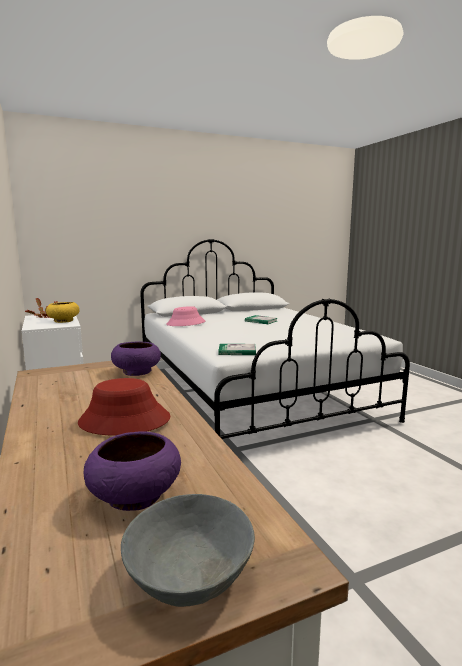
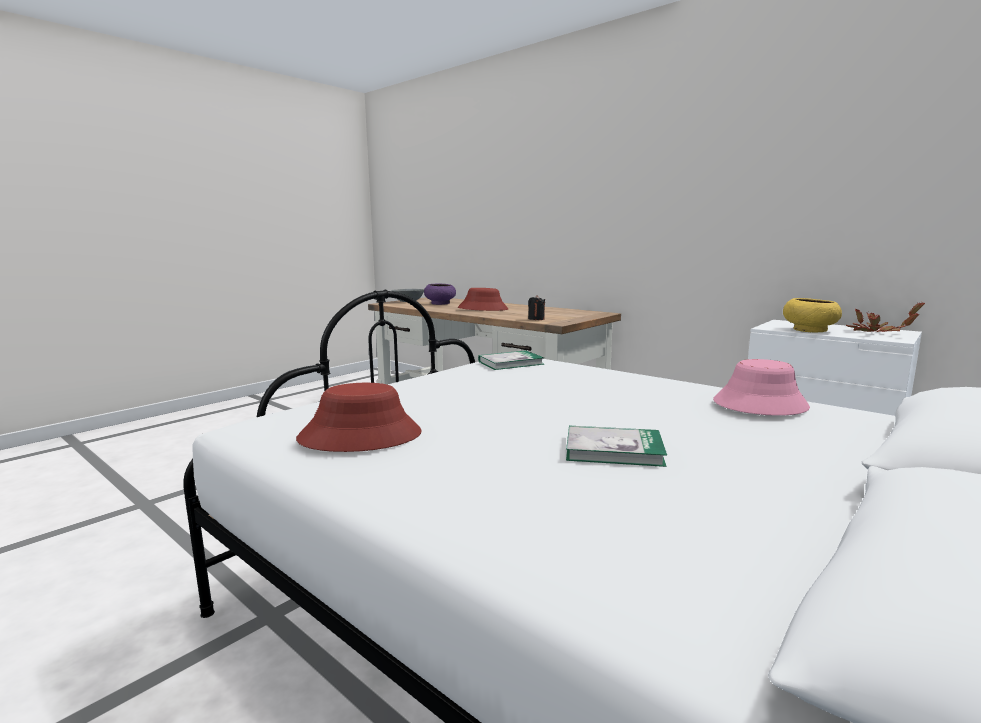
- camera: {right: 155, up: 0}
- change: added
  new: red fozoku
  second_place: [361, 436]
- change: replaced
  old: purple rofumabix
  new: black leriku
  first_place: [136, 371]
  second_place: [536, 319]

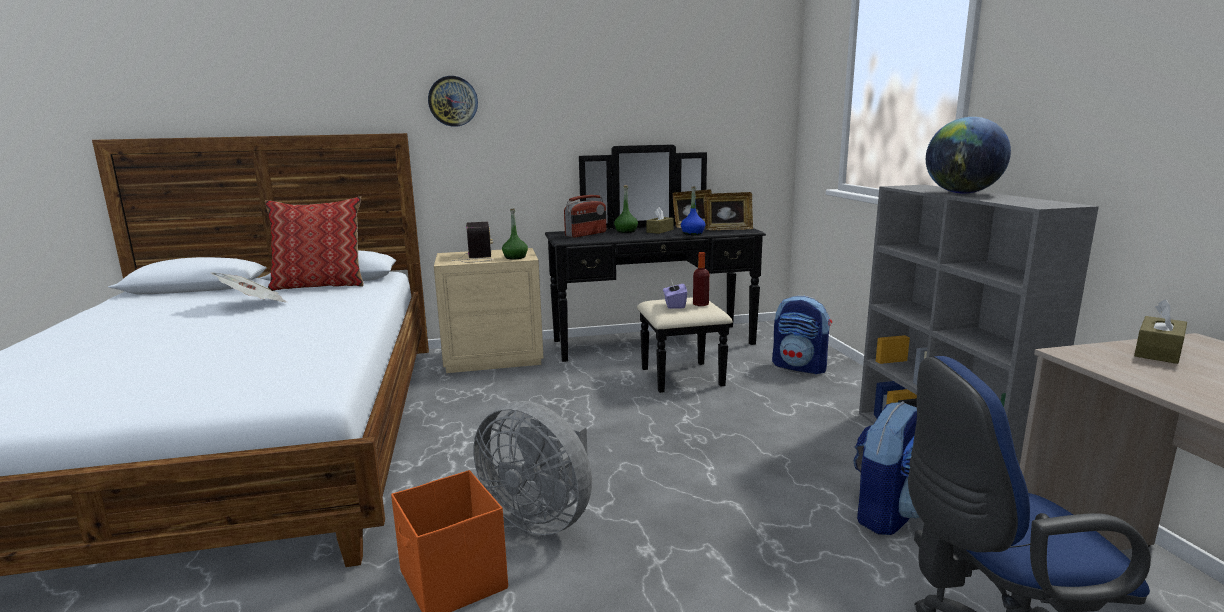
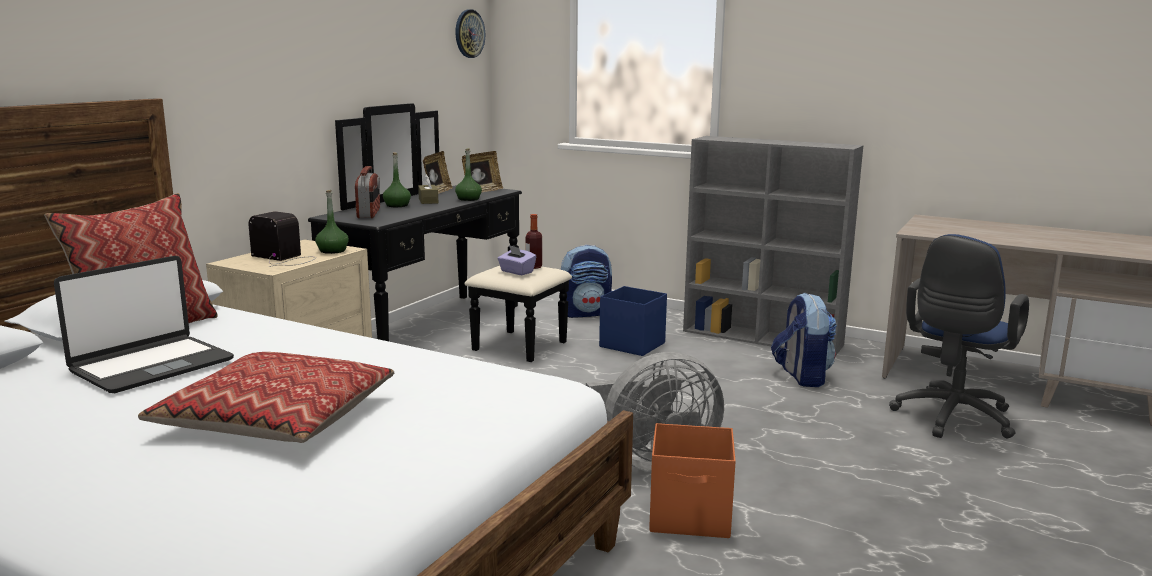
- camera: {right: -50, up: 0}
- change: replaced
  old: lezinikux
  new: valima
  first_place: [254, 304]
  second_place: [151, 366]
- change: added
  new: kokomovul
  second_place: [277, 417]
- change: moved
  old: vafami
  first_place: [453, 101]
  second_place: [469, 33]
- change: recoloured
  old: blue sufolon
  new: green sufolon
  first_place: [692, 233]
  second_place: [468, 199]
- change: added
  new: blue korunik
  second_place: [631, 345]
- change: removed
  old: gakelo
  first_place: [962, 193]
- change: removed
  old: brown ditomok
  first_place: [1158, 351]

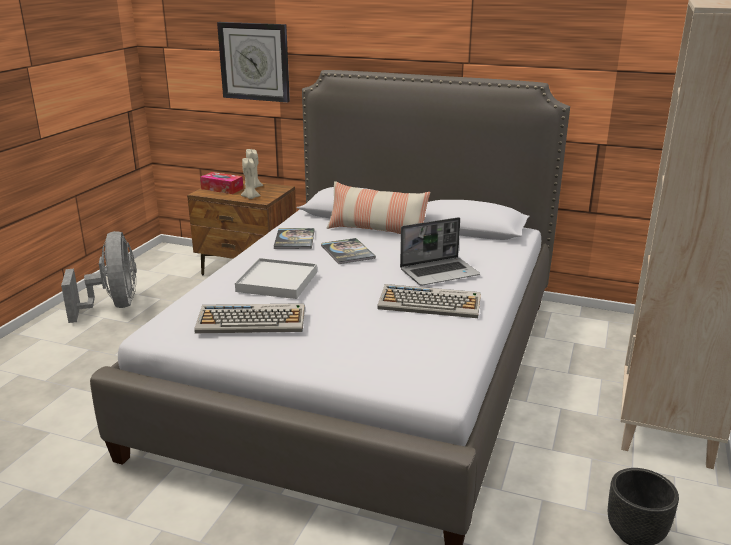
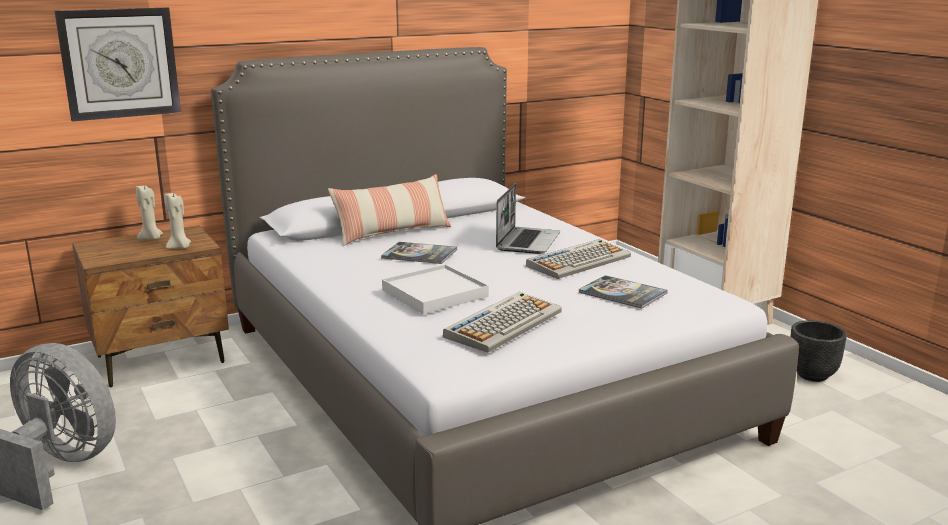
- camera: {right: -50, up: -5}
- change: moved
  old: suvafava
  first_place: [294, 239]
  second_place: [622, 293]
- change: removed
  old: ditomok
  first_place: [222, 188]

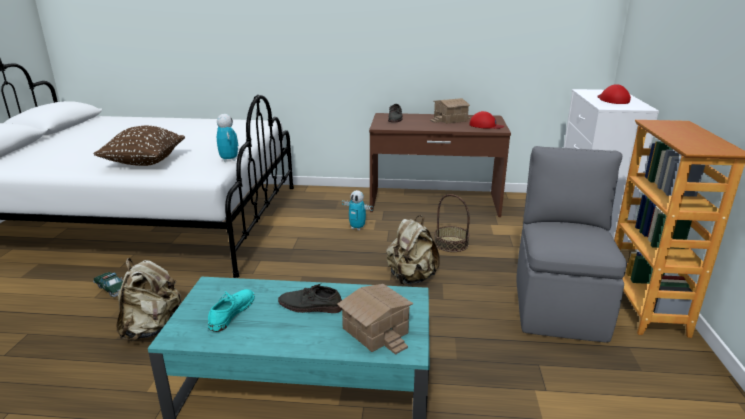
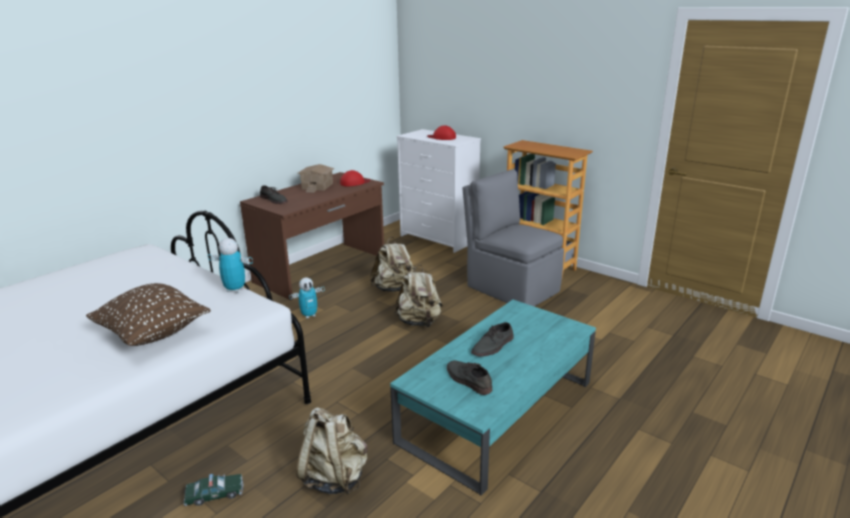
- camera: {right: -55, up: 0}
- change: replaced
  old: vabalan
  new: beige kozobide
  first_place: [451, 244]
  second_place: [394, 289]
- change: recoloured
  old: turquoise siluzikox
  new: grey siluzikox
  first_place: [231, 312]
  second_place: [468, 380]
- change: removed
  old: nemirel
  first_place: [374, 331]

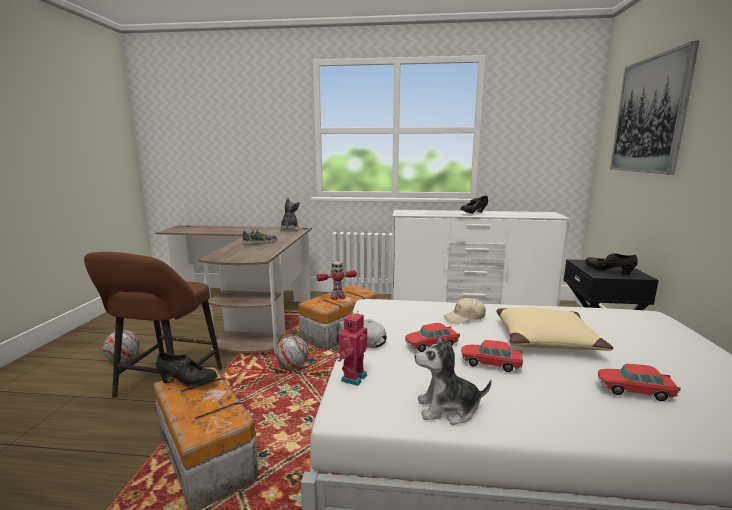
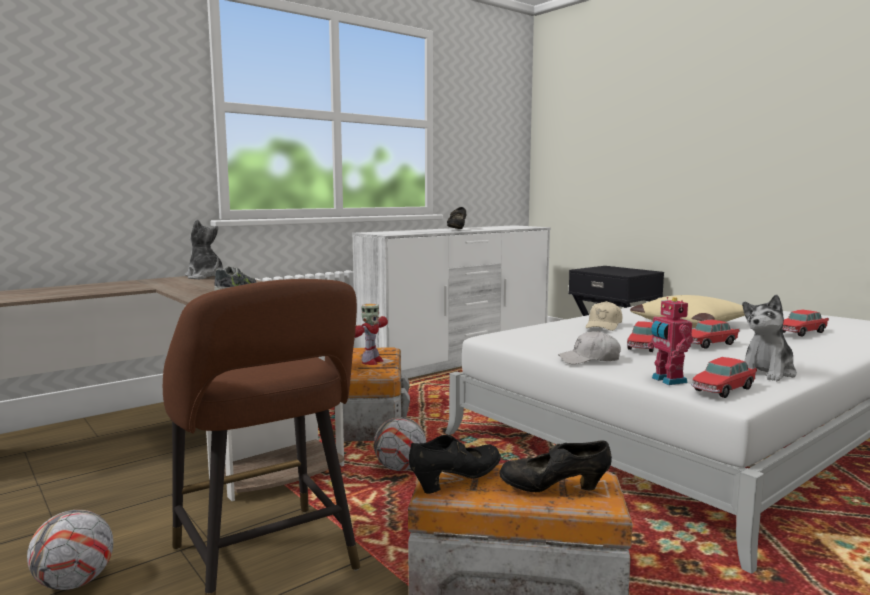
- camera: {right: -45, up: -5}
- change: moved
  old: black siluzikox
  first_place: [608, 272]
  second_place: [553, 489]
- change: added
  new: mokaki
  second_place: [723, 389]
- change: removed
  old: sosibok
  first_place: [650, 115]

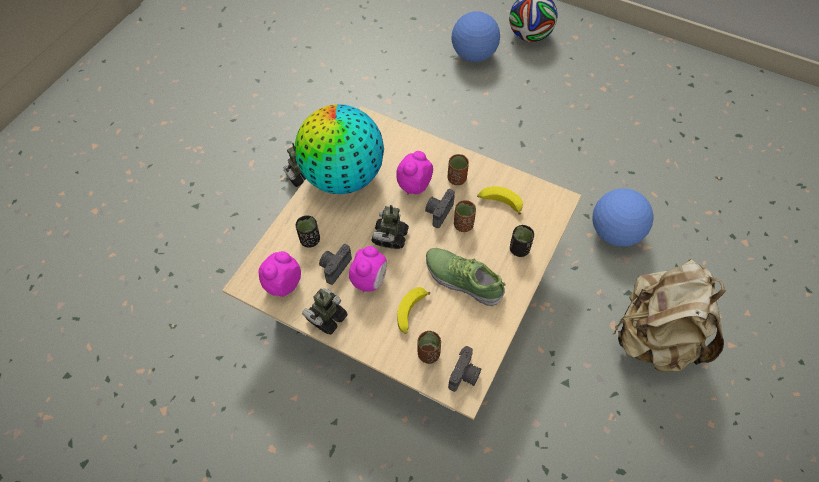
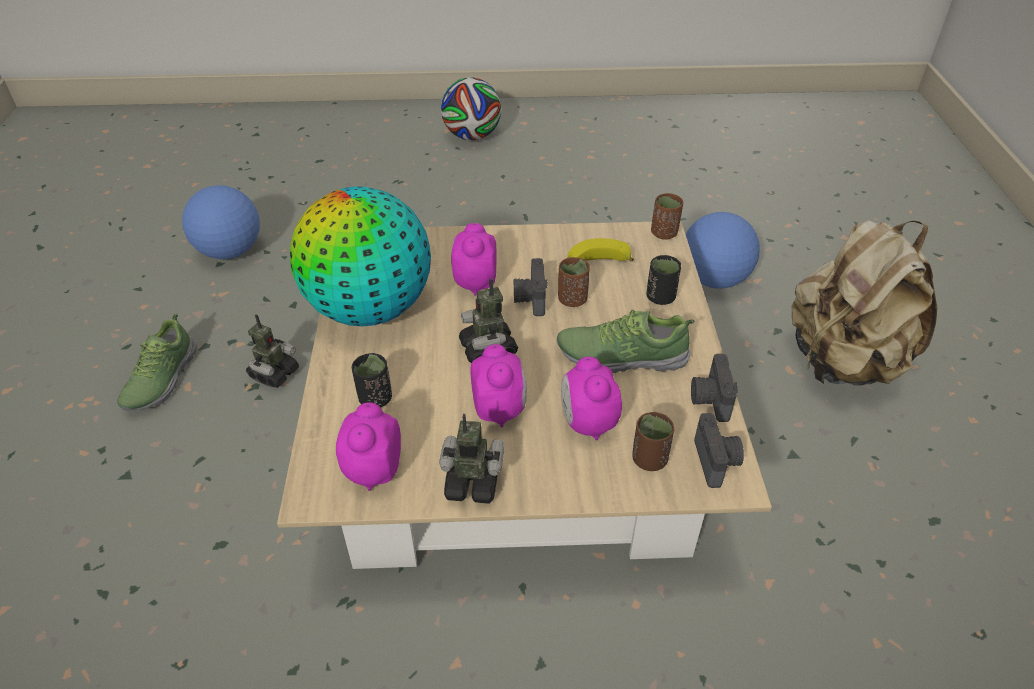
- camera: {right: -30, up: -15}
- change: added
  new: siluzikox
  second_place: [160, 379]
- change: moved
  old: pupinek
  first_place: [474, 55]
  second_place: [230, 251]
- change: turned
  old: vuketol
  first_place: [326, 317]
  second_place: [472, 482]
  degrees: 90
- change: replaced
  old: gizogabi
  new: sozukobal
  first_place: [411, 313]
  second_place: [587, 423]
- change: moved
  old: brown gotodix
  first_place: [457, 179]
  second_place: [664, 233]
- change: moved
  old: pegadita
  first_place: [334, 267]
  second_place: [709, 399]

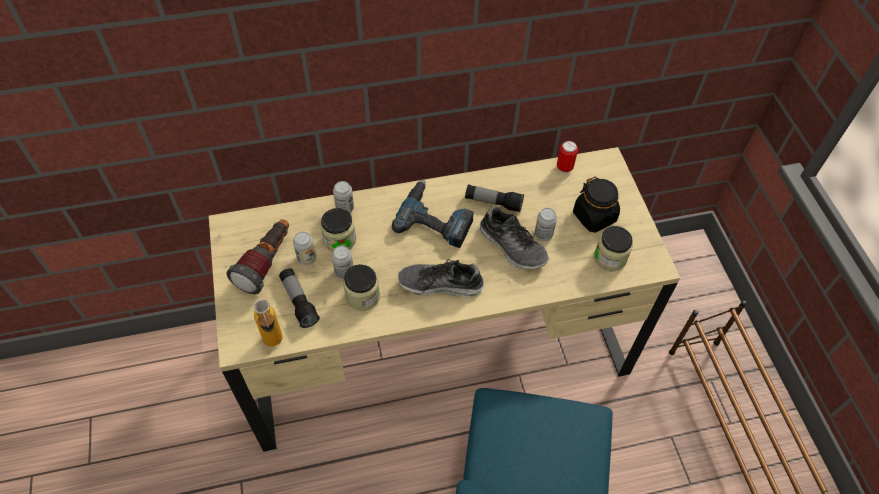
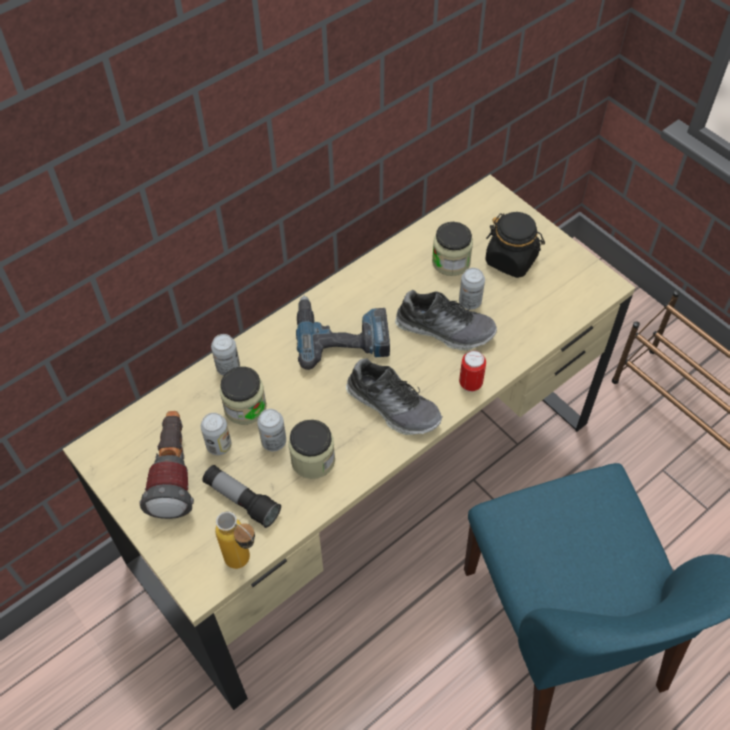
- camera: {right: -25, up: 0}
- change: turned
  old: siluzikox
  first_place: [440, 285]
  second_place: [393, 406]
  degrees: -120
- change: moved
  old: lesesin
  first_place: [610, 258]
  second_place: [451, 262]
- change: moved
  old: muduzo
  first_place: [564, 167]
  second_place: [470, 384]
- change: removed
  old: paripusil
  first_place: [493, 203]

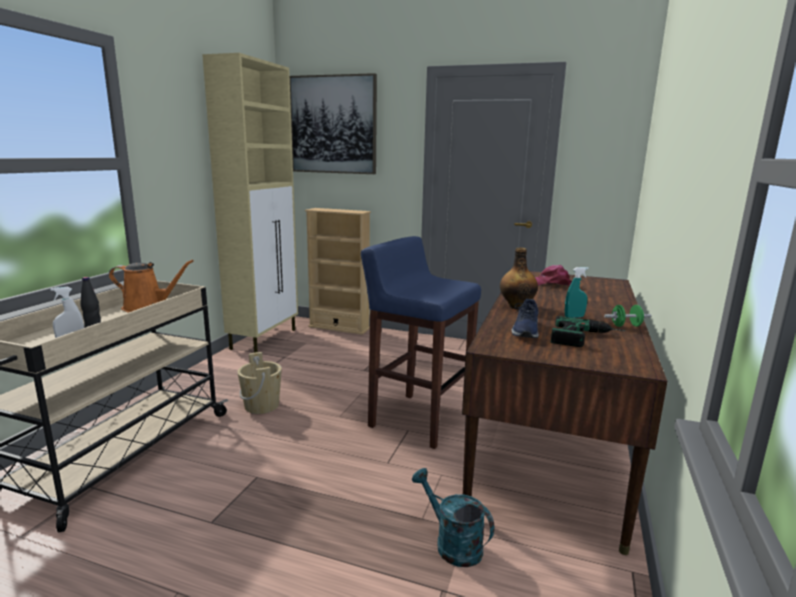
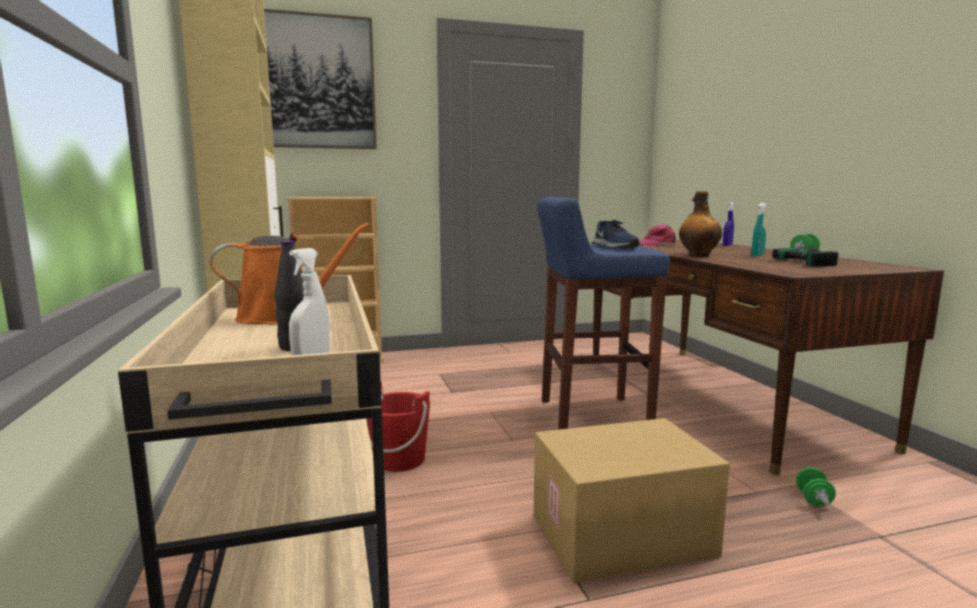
- camera: {right: -35, up: -5}
- change: recoloured
  old: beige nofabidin
  new: red nofabidin
  first_place: [261, 405]
  second_place: [399, 459]
- change: added
  new: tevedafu
  second_place: [622, 537]
- change: moved
  old: blue siluzikox
  first_place: [525, 330]
  second_place: [614, 247]
- change: added
  new: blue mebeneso
  second_place: [727, 245]
- change: replaced
  old: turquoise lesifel
  new: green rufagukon
  first_place: [452, 544]
  second_place: [813, 499]

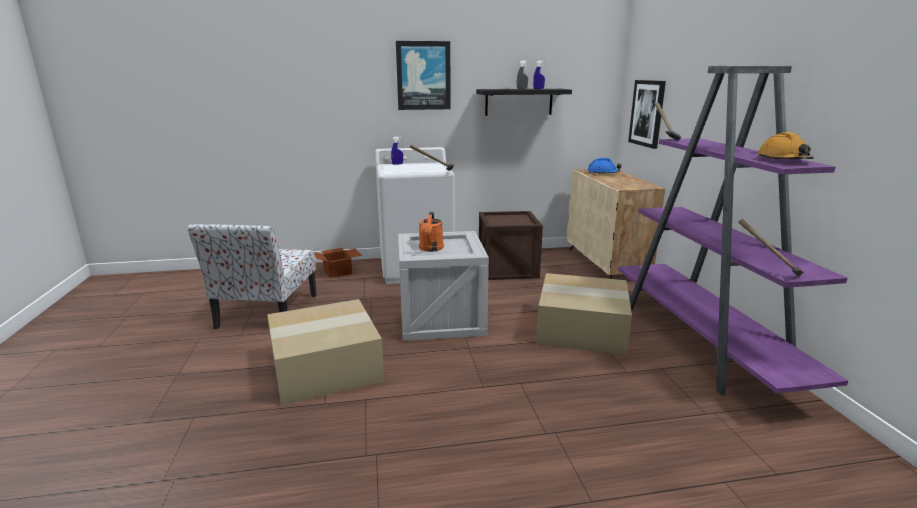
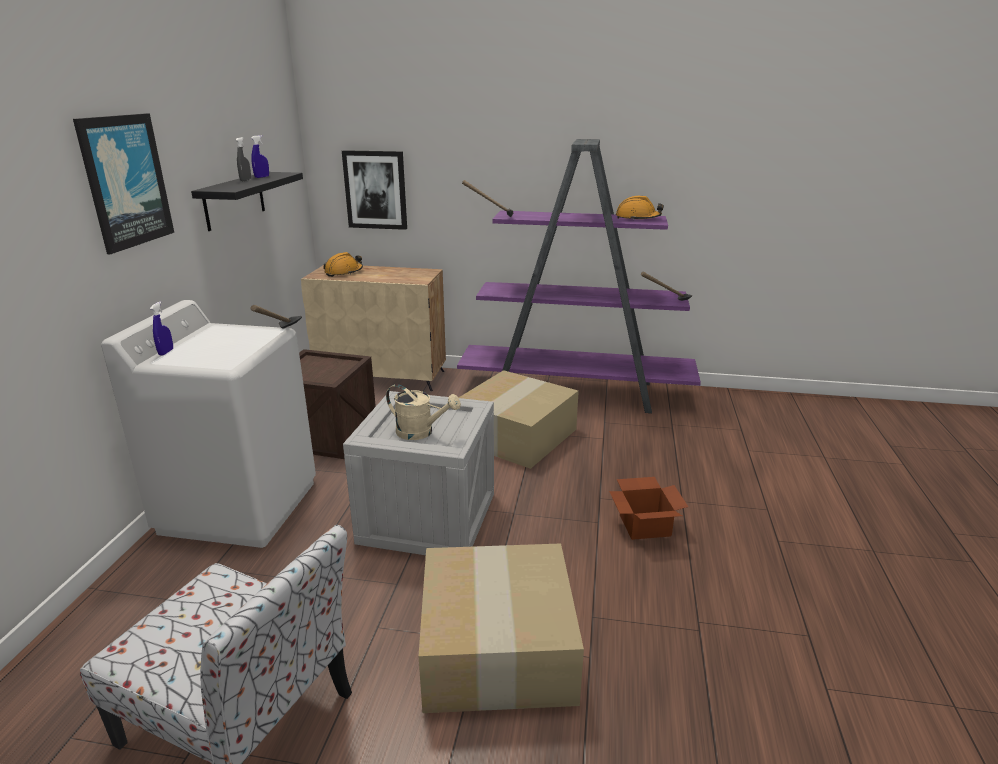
- camera: {right: -70, up: 5}
- change: recoloured
  old: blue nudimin
  new: orange nudimin
  first_place: [603, 173]
  second_place: [344, 272]
- change: recoloured
  old: orange lesifel
  new: beige lesifel
  first_place: [431, 249]
  second_place: [421, 432]
- change: moved
  old: tevedafu
  first_place: [339, 272]
  second_place: [645, 524]

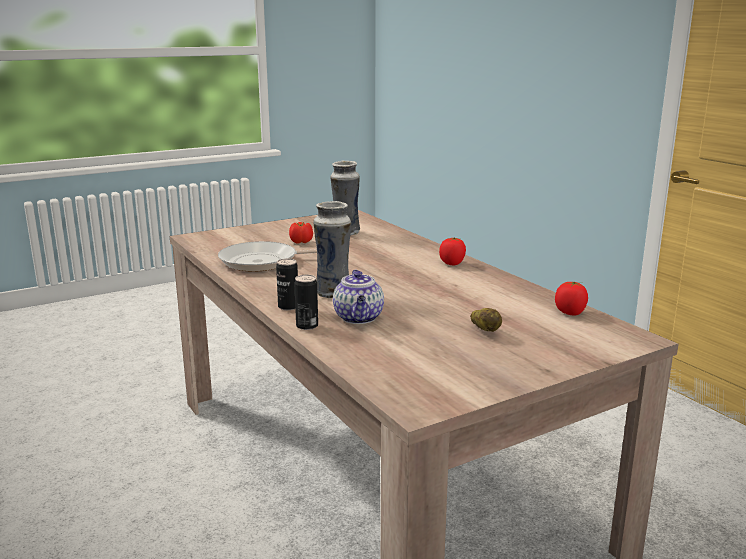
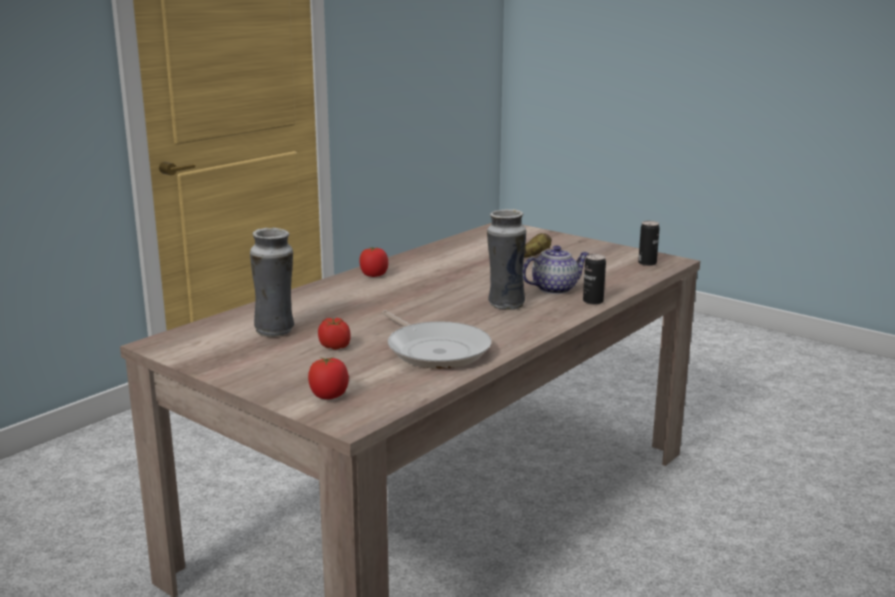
- camera: {right: -110, up: 0}
- change: moved
  old: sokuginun
  first_place: [570, 313]
  second_place: [329, 396]
- change: moved
  old: muduzo
  first_place: [288, 307]
  second_place: [647, 263]

